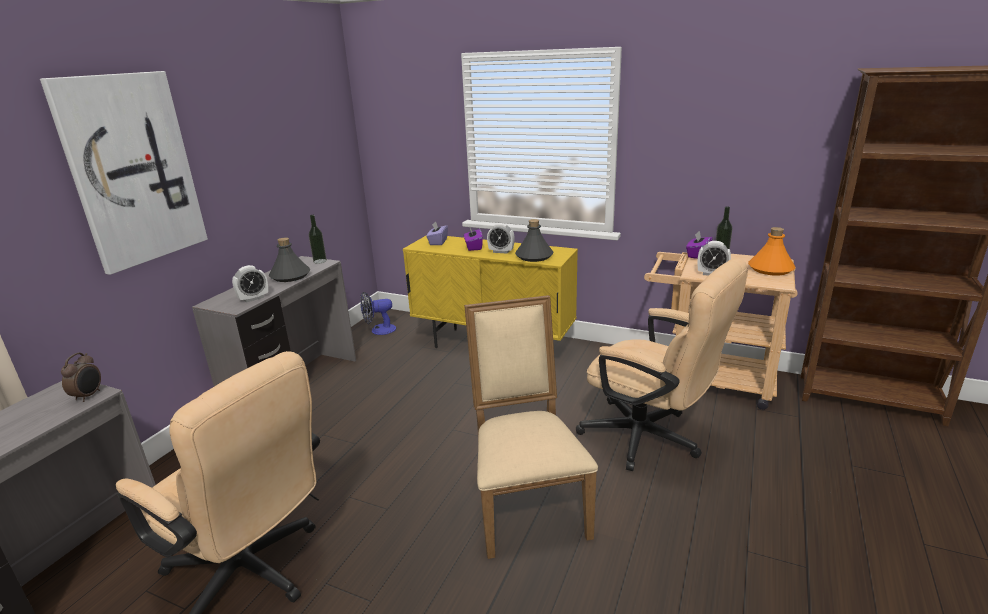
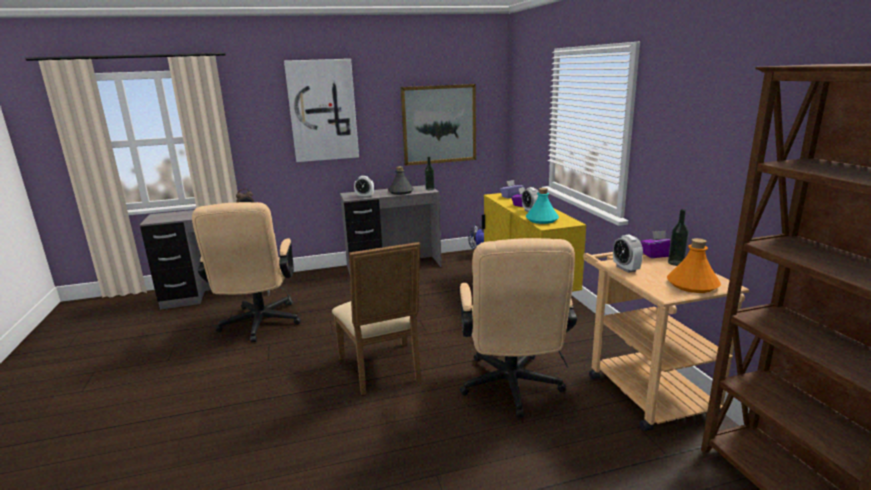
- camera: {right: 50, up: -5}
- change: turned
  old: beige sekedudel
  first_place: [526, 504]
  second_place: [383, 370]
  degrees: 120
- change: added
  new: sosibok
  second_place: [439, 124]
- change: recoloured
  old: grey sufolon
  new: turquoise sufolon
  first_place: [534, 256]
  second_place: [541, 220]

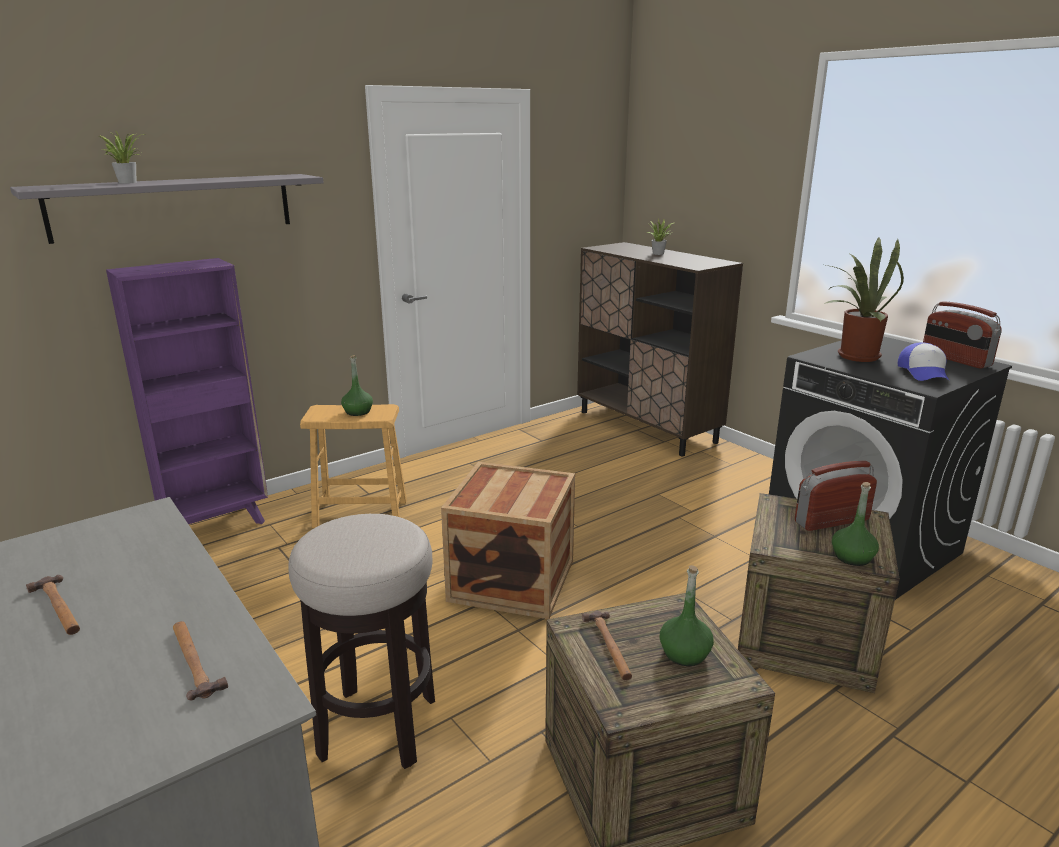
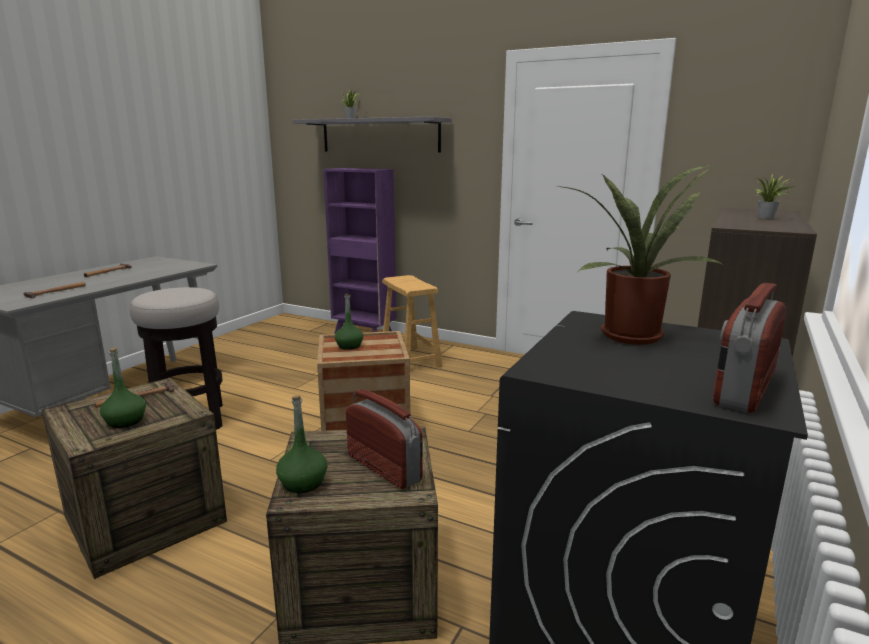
- camera: {right: 65, up: -5}
- change: moved
  old: green sufolon
  first_place: [357, 412]
  second_place: [349, 346]
- change: removed
  old: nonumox
  first_place: [924, 373]

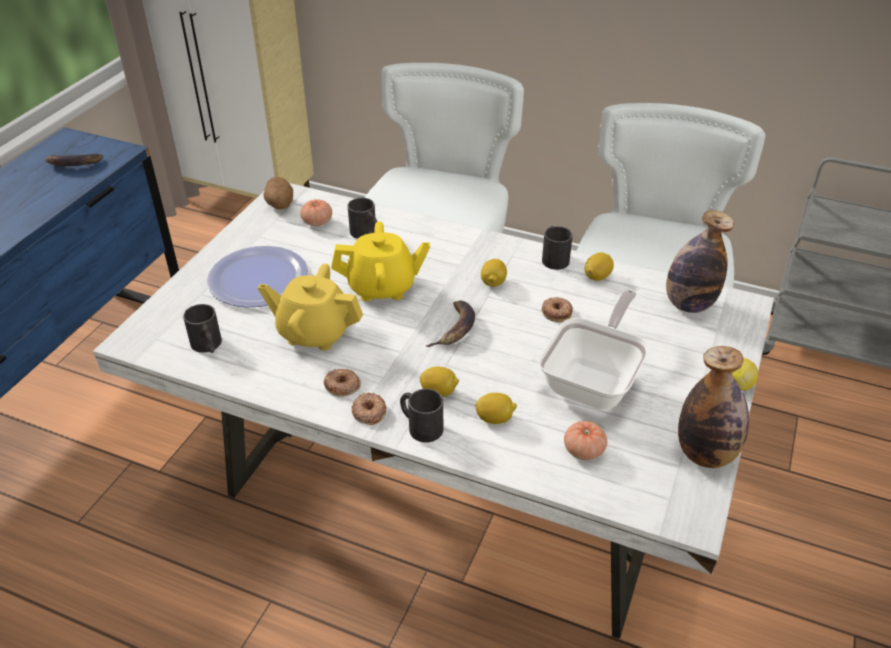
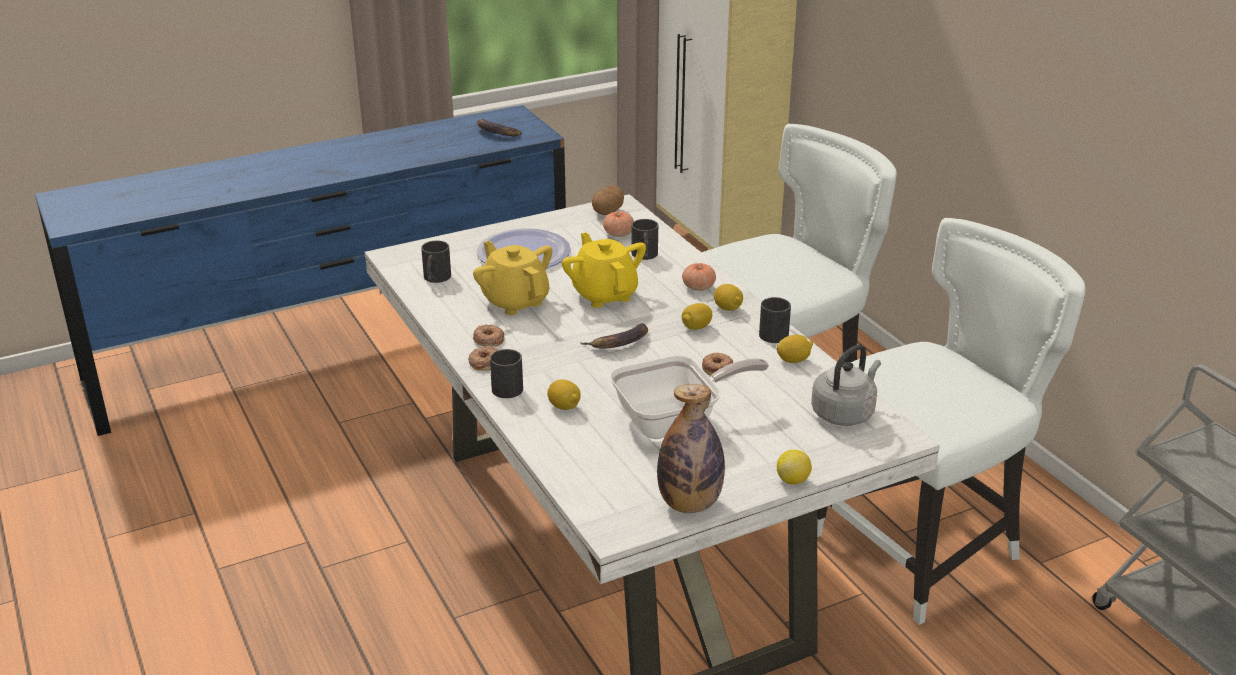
- camera: {right: 40, up: -10}
- change: turned
  old: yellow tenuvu
  first_place: [382, 287]
  second_place: [604, 294]
  degrees: -150
- change: moved
  old: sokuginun
  first_place: [583, 450]
  second_place: [698, 287]
- change: moved
  old: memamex
  first_place: [439, 392]
  second_place: [727, 308]
- change: replaced
  old: sufolon
  new: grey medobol
  first_place: [688, 304]
  second_place: [844, 413]

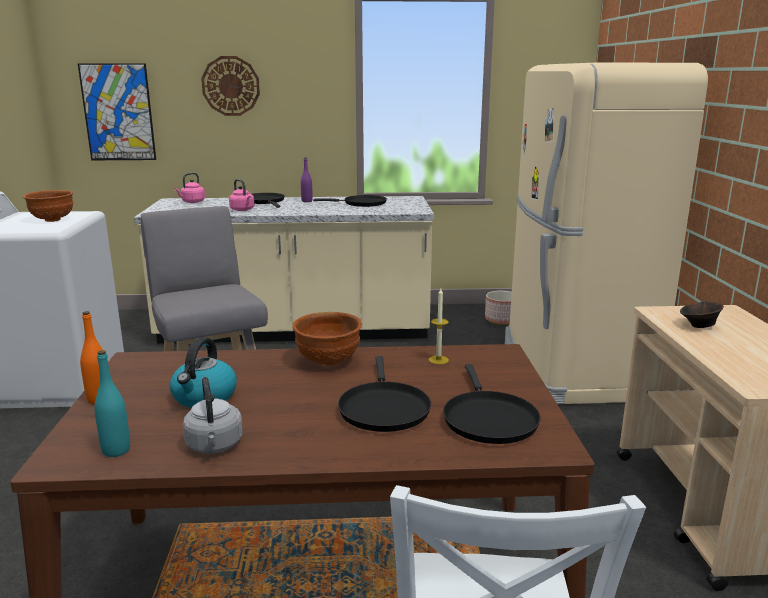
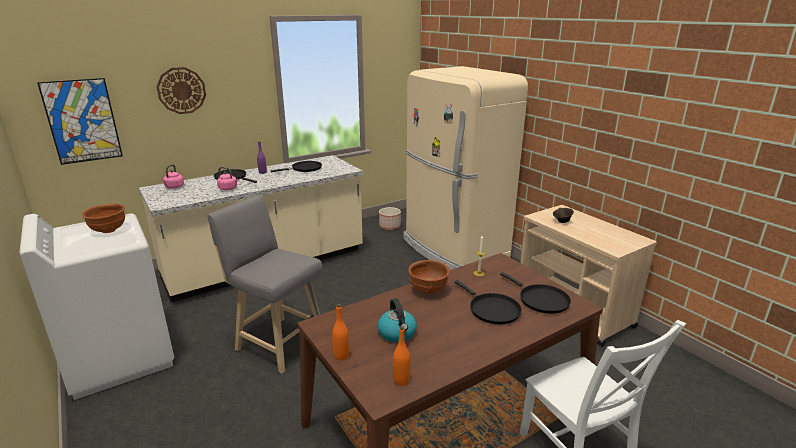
- camera: {right: -30, up: 5}
- change: recoloured
  old: turquoise sufolon
  new: orange sufolon
  first_place: [116, 450]
  second_place: [401, 380]
- change: removed
  old: grey medobol
  first_place: [214, 446]

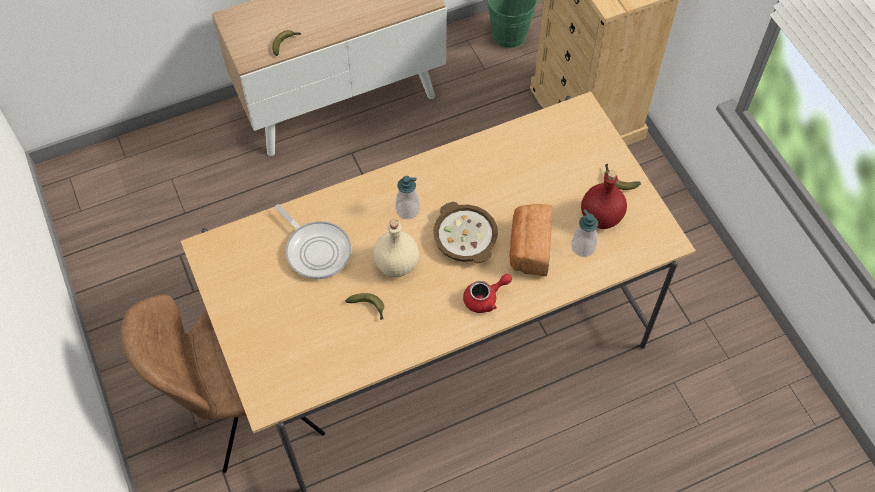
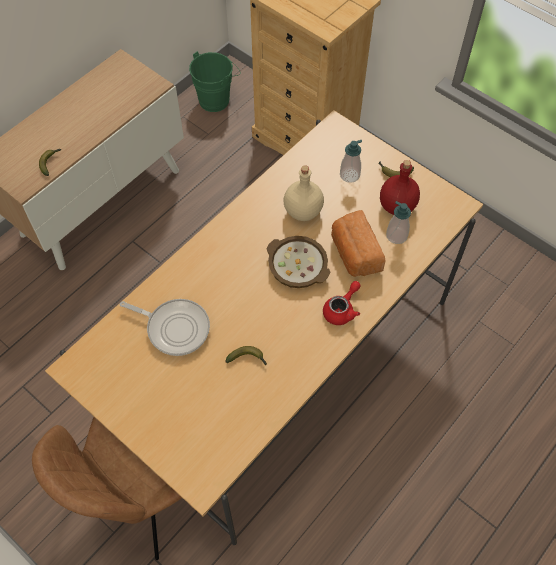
- camera: {right: -25, up: 0}
- change: moved
  old: beige sufolon
  first_place: [396, 263]
  second_place: [302, 211]
- change: moved
  old: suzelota
  first_place: [407, 210]
  second_place: [349, 175]

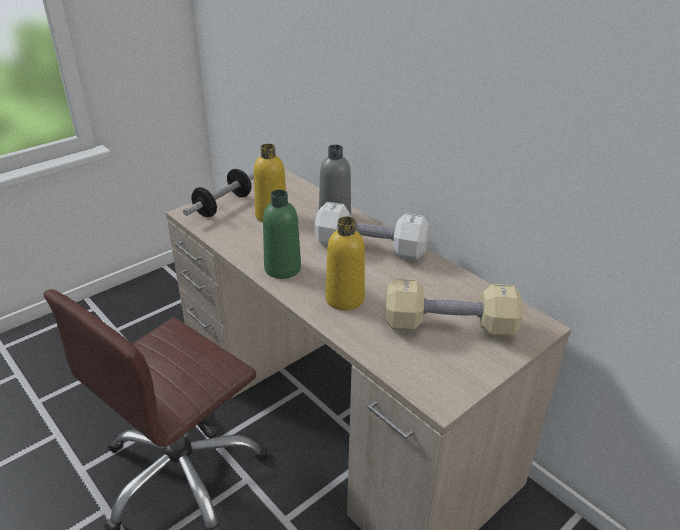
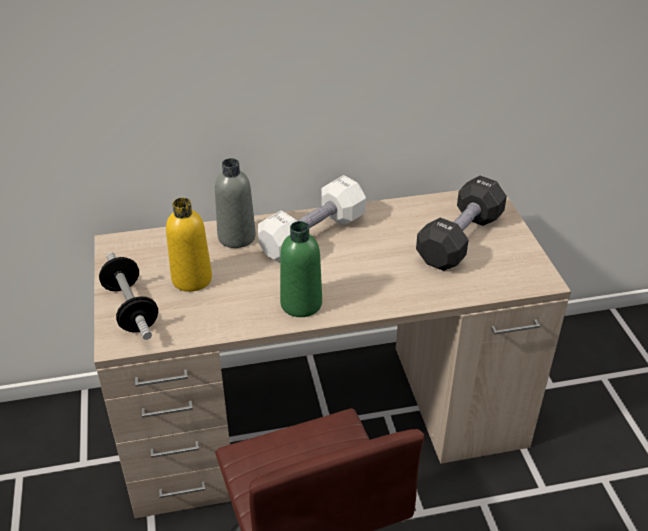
- camera: {right: -60, up: 5}
- change: recoloured
  old: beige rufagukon
  new: black rufagukon
  first_place: [449, 326]
  second_place: [460, 239]
- change: removed
  old: yellow sufolon
  first_place: [345, 299]

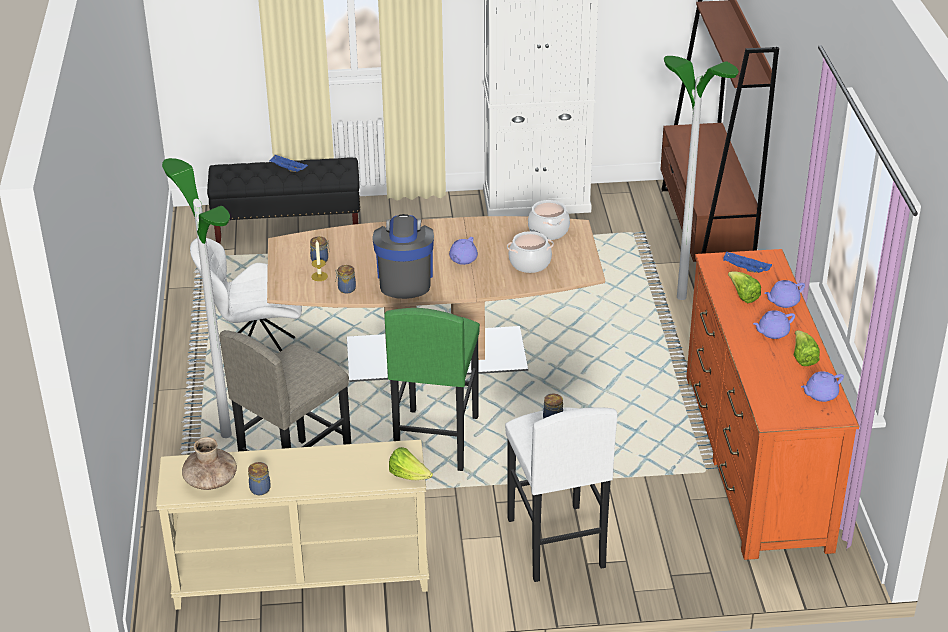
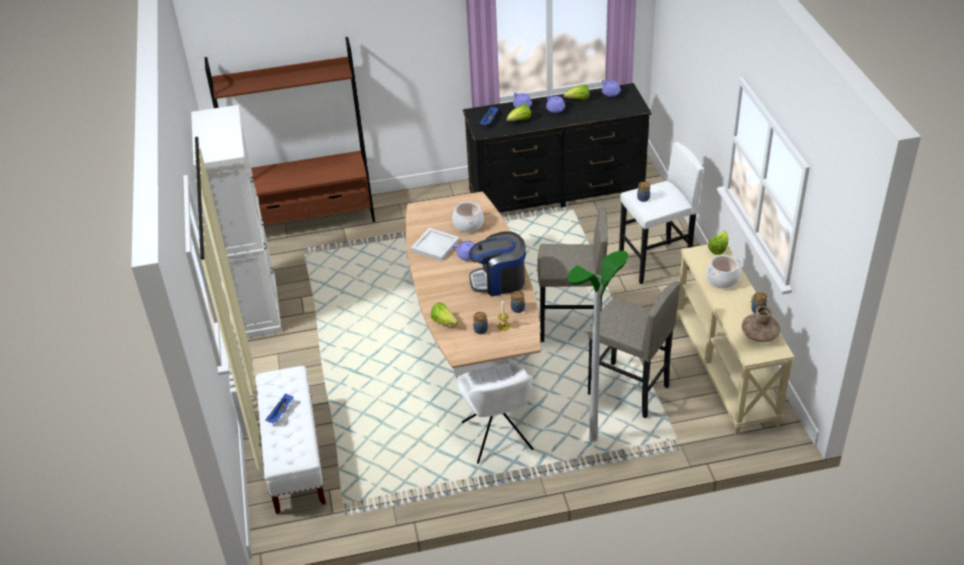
- camera: {right: -95, up: 5}
- change: recoloured
  old: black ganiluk
  new: white ganiluk
  first_place: [288, 228]
  second_place: [294, 457]
- change: added
  new: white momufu
  second_place: [436, 246]
- change: added
  new: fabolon
  second_place: [444, 322]
- change: recoloured
  old: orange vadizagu
  new: black vadizagu
  first_place: [756, 460]
  second_place: [556, 191]
- change: recoloured
  old: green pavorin
  new: grey pavorin
  first_place: [435, 440]
  second_place: [571, 326]
- change: moved
  old: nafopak
  first_place: [548, 231]
  second_place: [722, 279]
- change: removed
  old: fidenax
  first_place: [681, 297]

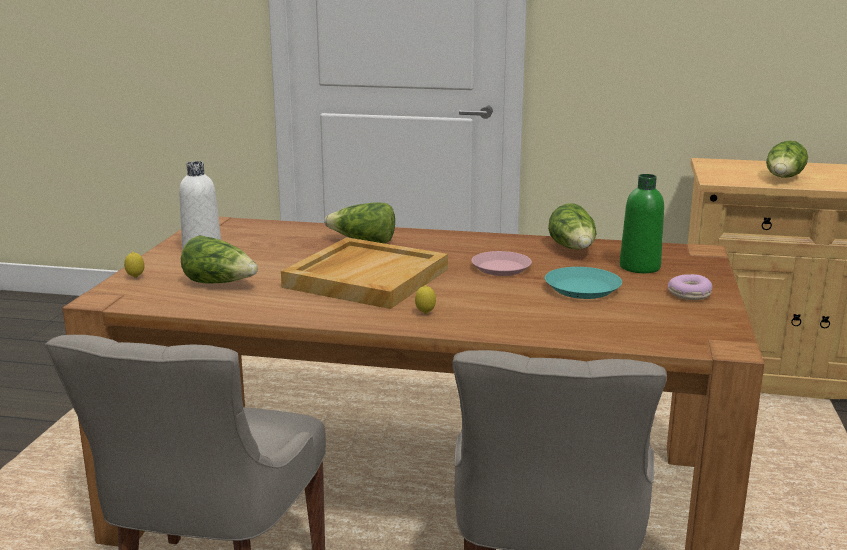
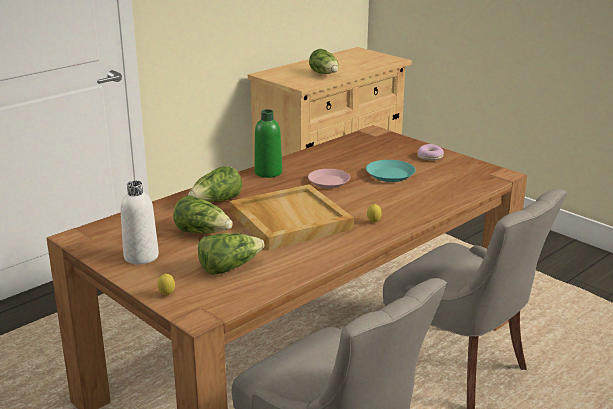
- camera: {right: -55, up: 5}
- change: moved
  old: fabolon
  first_place: [573, 249]
  second_place: [202, 232]
- change: moved
  old: green sufolon
  first_place: [639, 267]
  second_place: [268, 172]

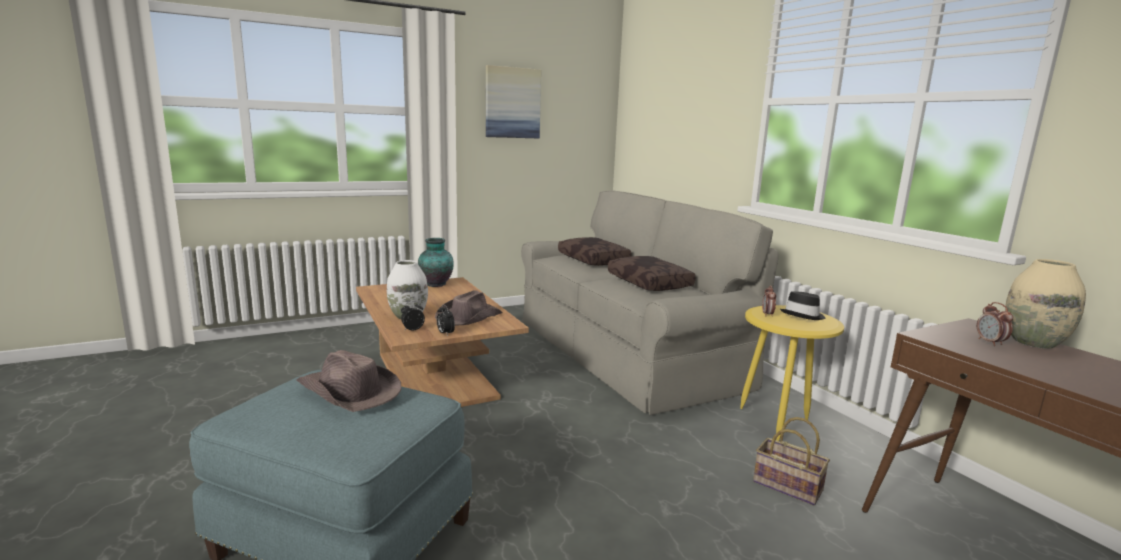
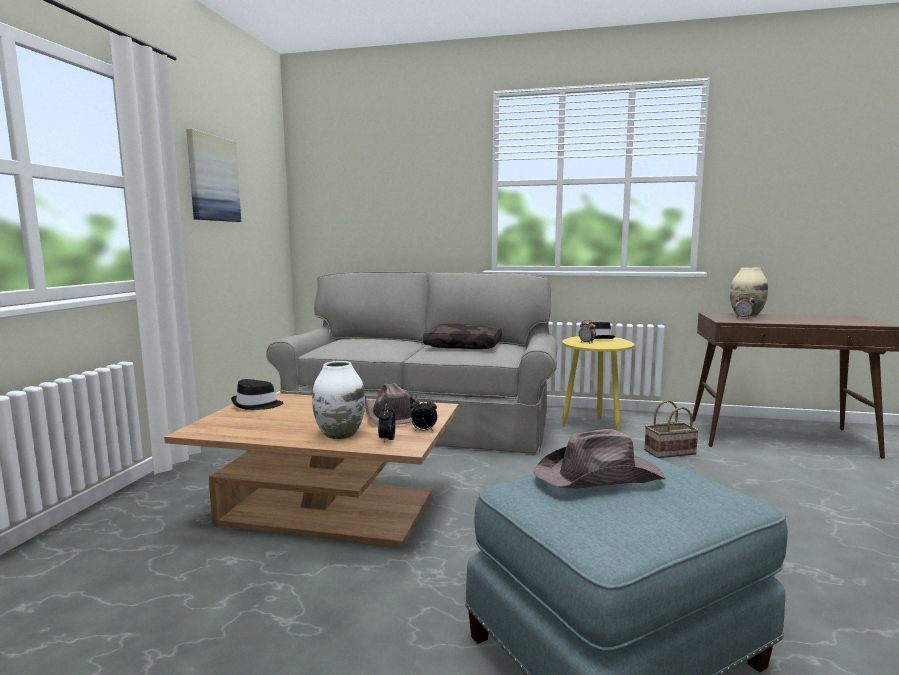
- camera: {right: -50, up: -5}
- change: replaced
  old: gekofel
  new: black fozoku
  first_place: [436, 284]
  second_place: [257, 405]
- change: removed
  old: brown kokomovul
  first_place: [594, 260]

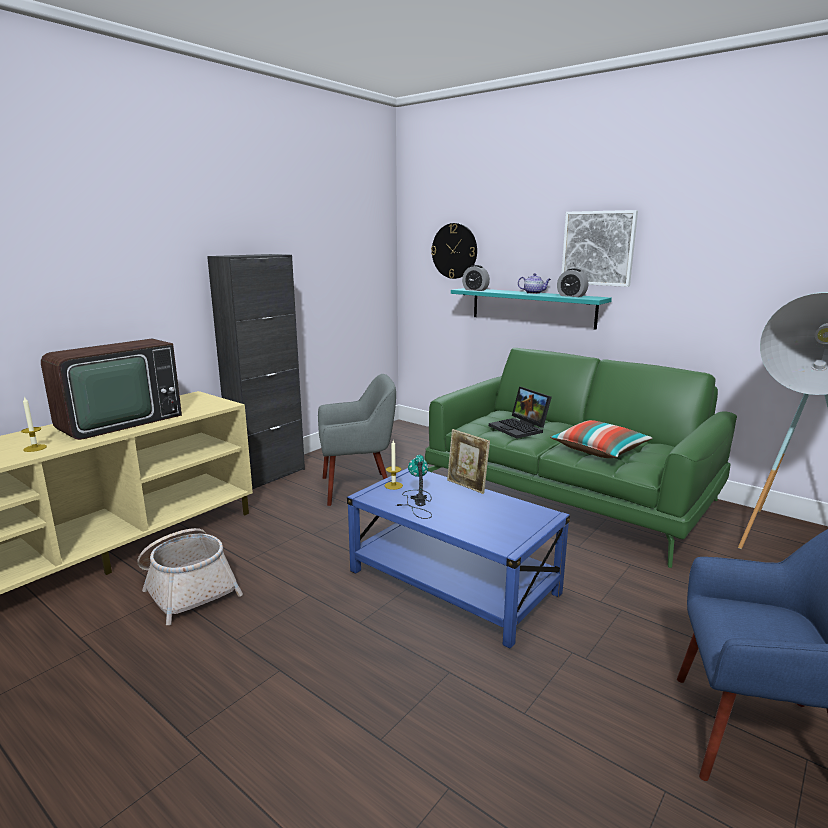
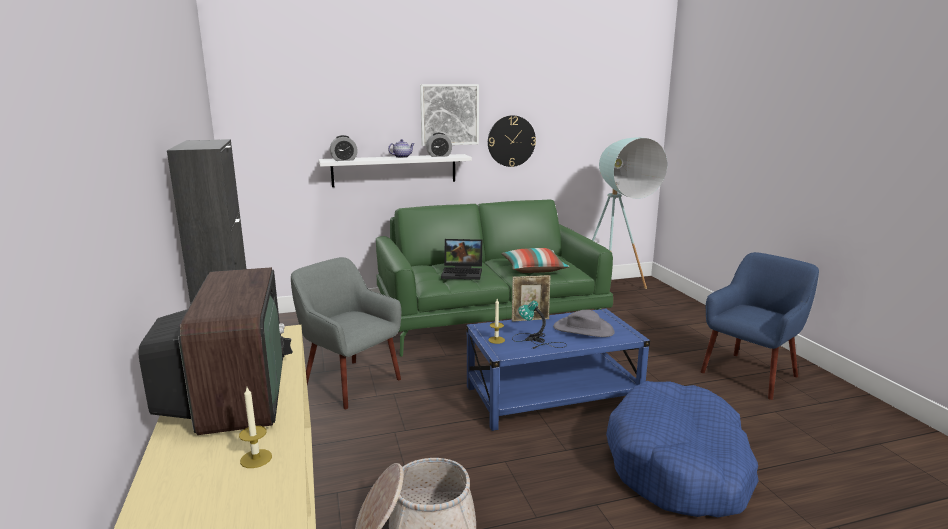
- camera: {right: -55, up: 0}
- change: turned
  old: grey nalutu
  first_place: [358, 488]
  second_place: [350, 382]
  degrees: -75
- change: recoloured
  old: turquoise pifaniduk
  new: white pifaniduk
  first_place: [532, 307]
  second_place: [394, 170]
- change: moved
  old: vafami
  first_place: [454, 251]
  second_place: [511, 141]
- change: added
  new: grey fozoku
  second_place: [583, 329]
- change: added
  new: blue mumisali
  second_place: [679, 465]

